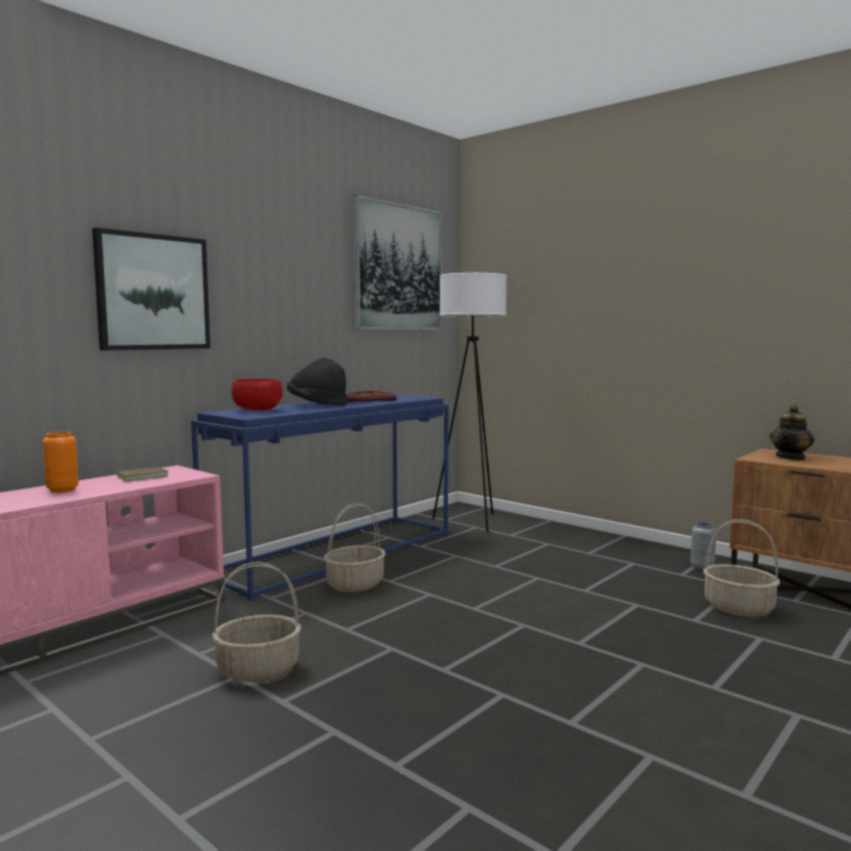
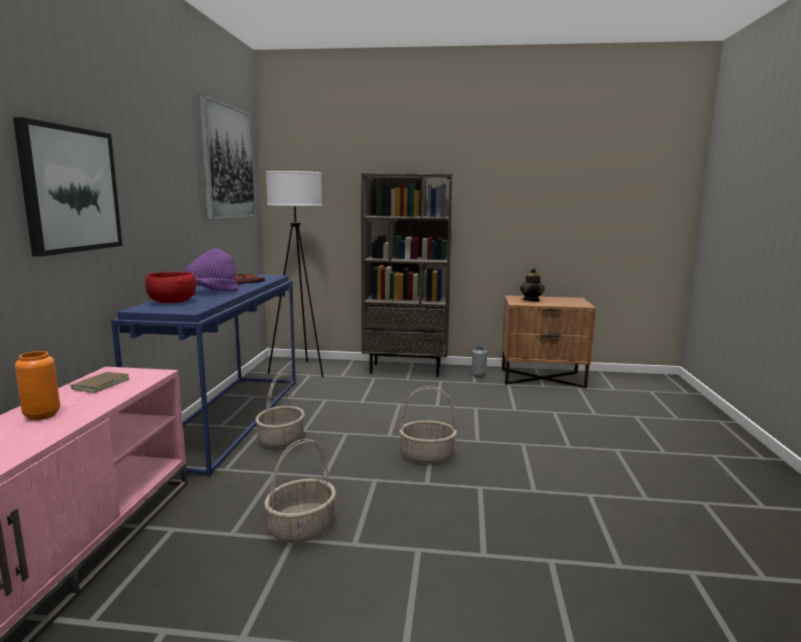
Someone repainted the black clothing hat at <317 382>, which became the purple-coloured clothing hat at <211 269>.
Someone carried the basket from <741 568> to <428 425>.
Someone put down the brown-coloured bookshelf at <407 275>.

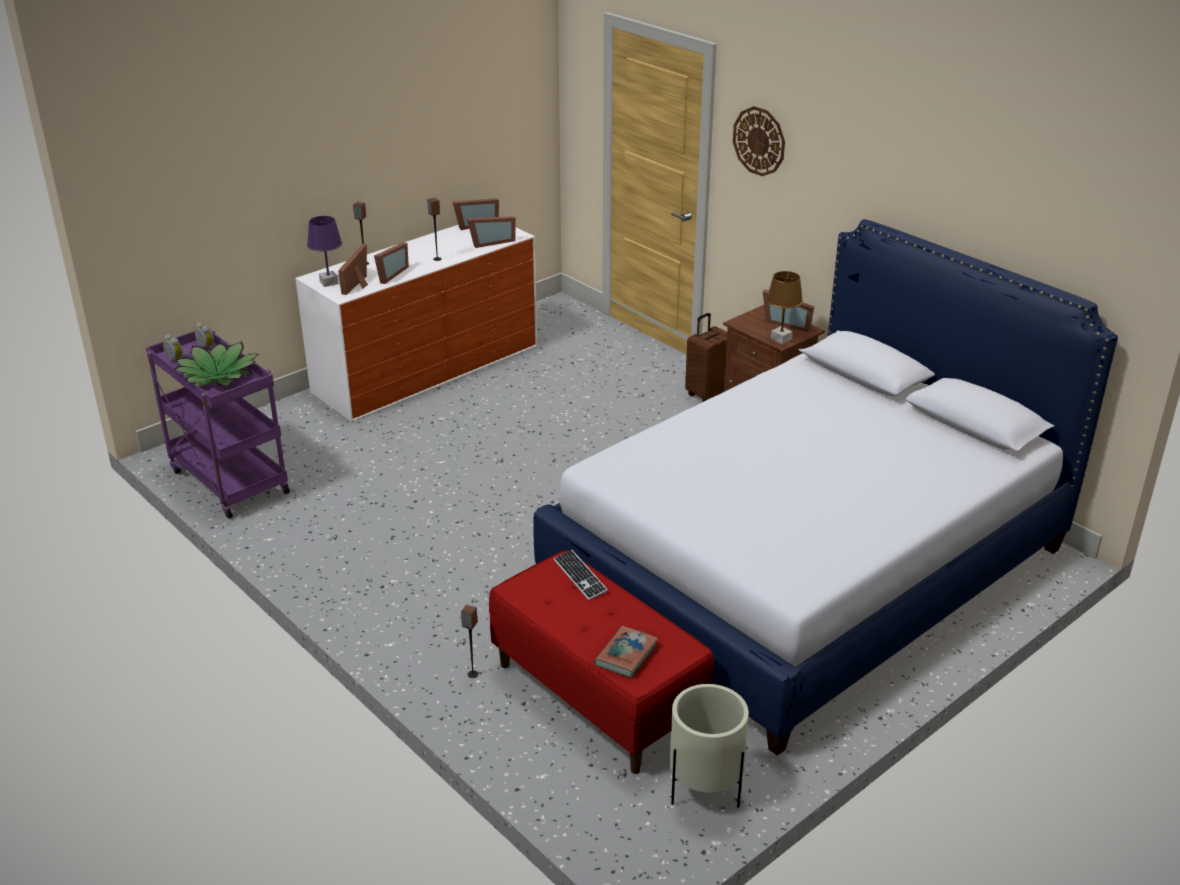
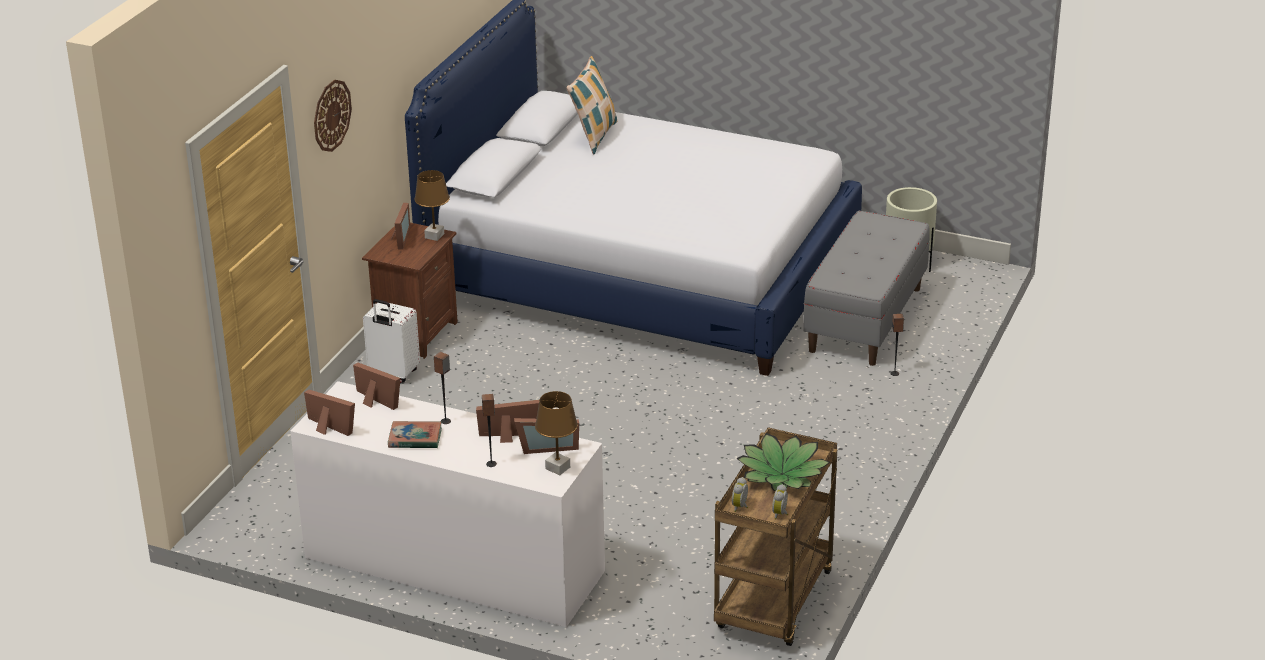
Someone repainted the purple-coloured table lamp at <324 251>, which became the brown-coloured table lamp at <556 433>.
Someone repainted the brown-coloured suitcase at <706 357>, which became the white suitcase at <391 341>.
Someone repainted the purple-coloured wheeled cart at <218 424>, which became the brown-coloured wheeled cart at <775 536>.
Someone repainted the reddish bench at <601 662>, which became the gray bench at <866 288>.
Someone took away the computer keyboard at <580 575>.
Someone carried the book from <626 652> to <415 434>.
Someone put down the pillow at <591 105>.

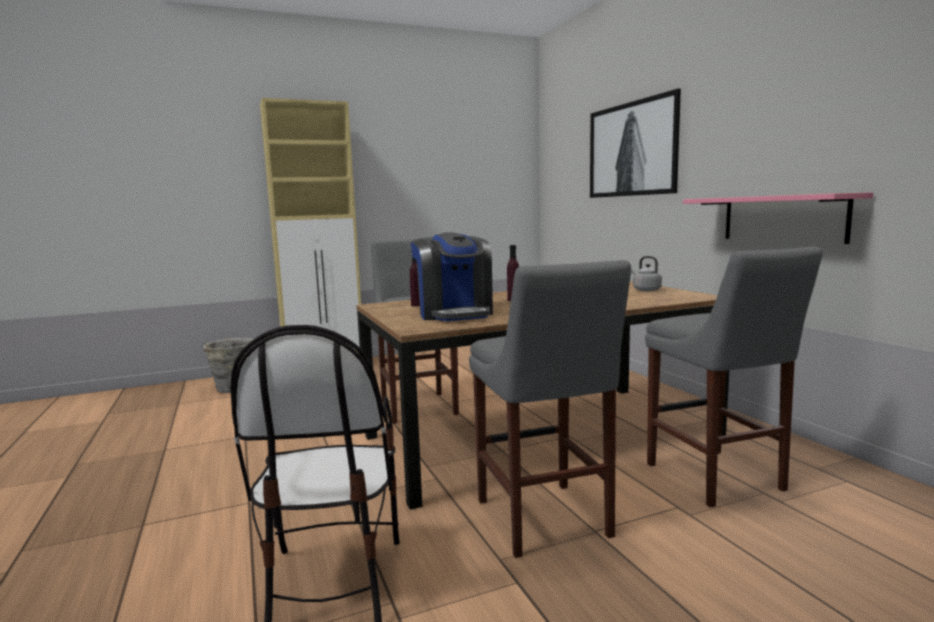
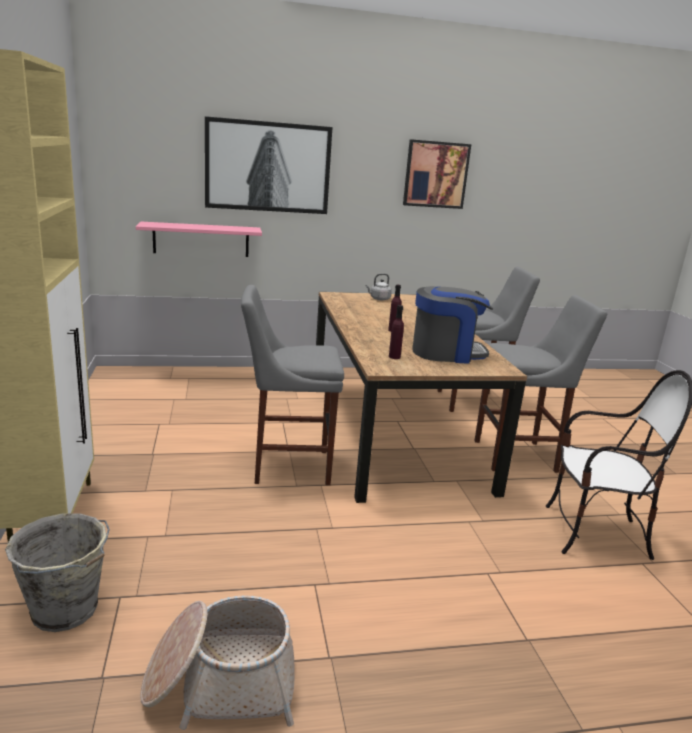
Someone carried the pink shelf from <778 218> to <199 239>.
Someone put up the wall art at <437 174>.
Someone put down the basket at <217 662>.

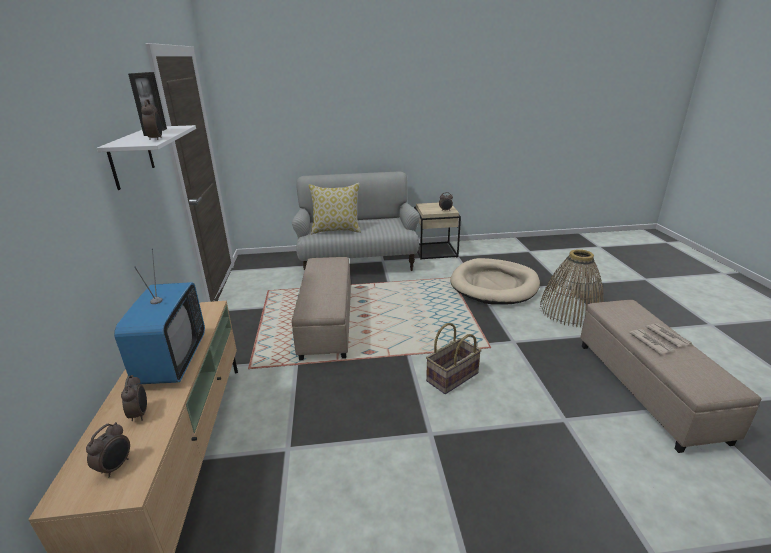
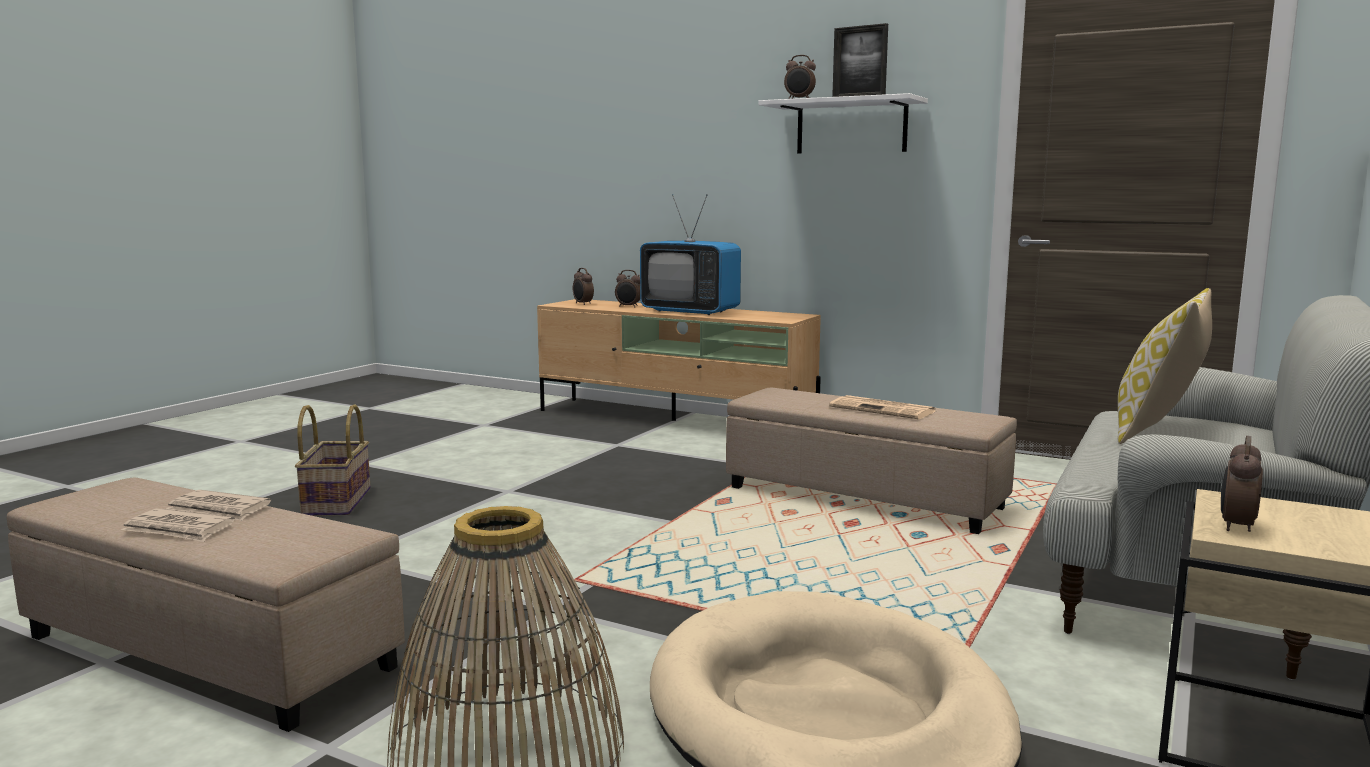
Someone carried the basket from <453 358> to <332 460>.
Someone put down the printed paper at <882 407>.

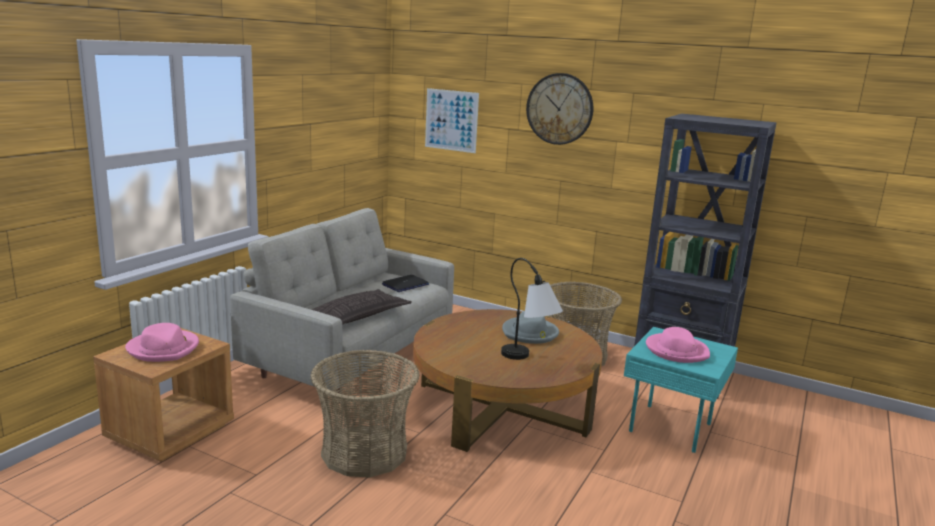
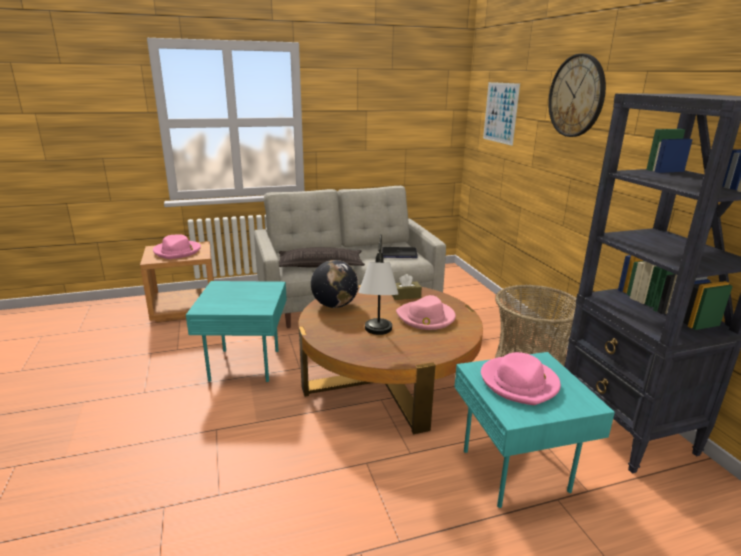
Someone repainted the gray clothing hat at <530 327>, which became the pink clothing hat at <426 312>.
Someone swapped the basket at <365 413> for the turquoise-coloured side table at <236 331>.
Someone put down the desk globe at <335 284>.
Someone put down the brown-coloured tissue box at <407 287>.

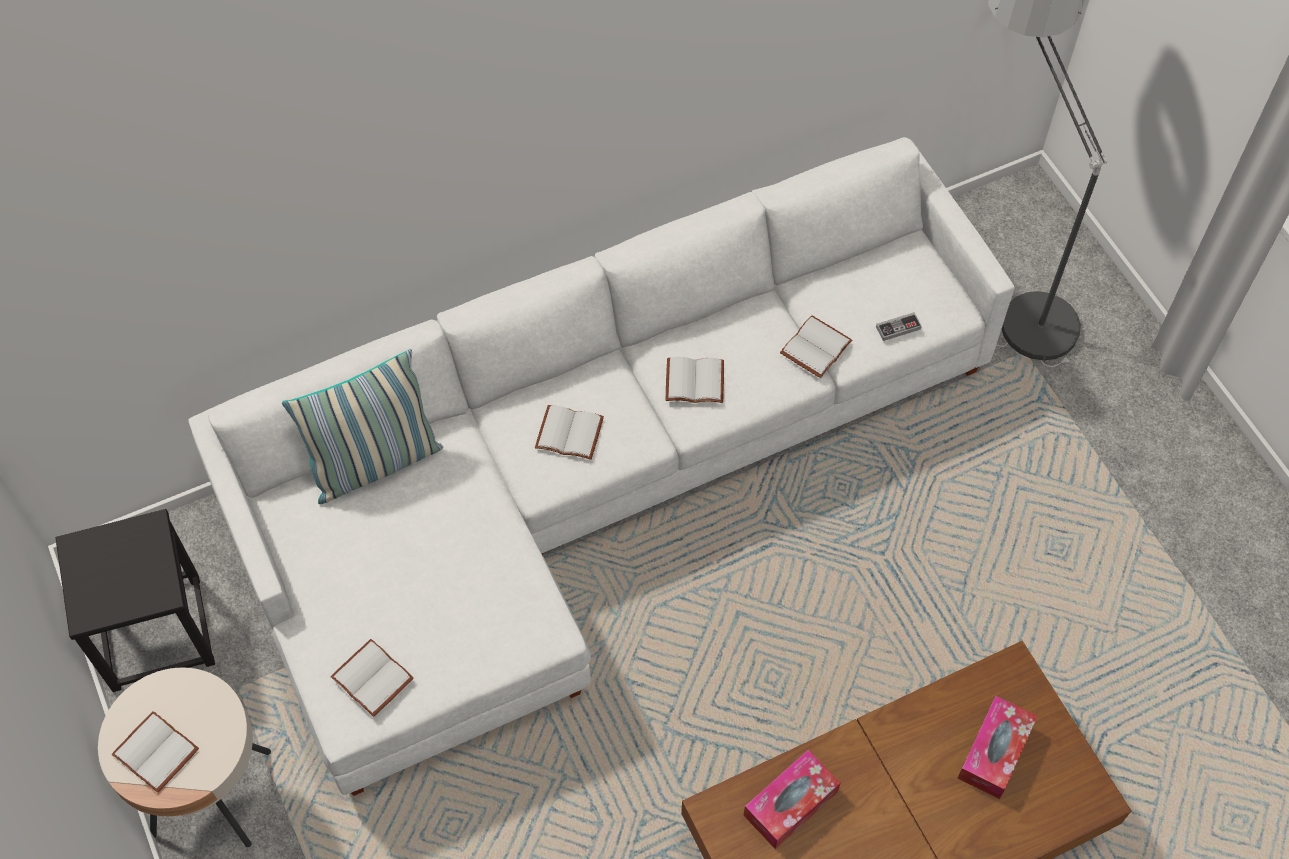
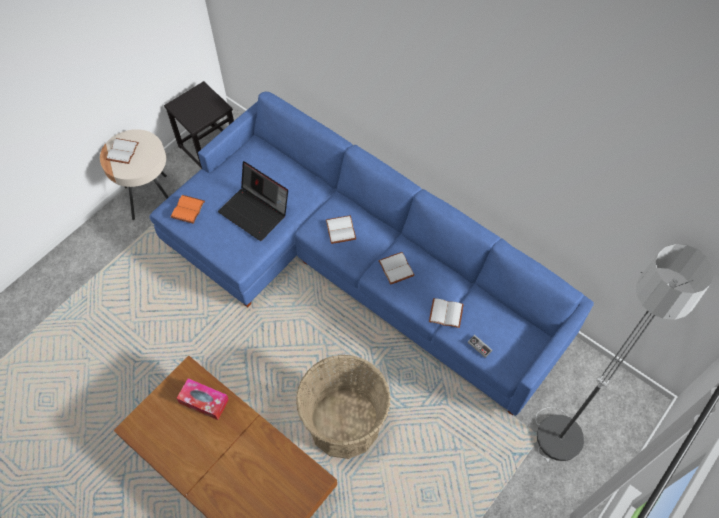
Someone repainted the white couch at <601 466>, which became the blue couch at <371 253>.
Someone took away the pillow at <362 426>.
Someone repainted the white book at <372 678>, which became the orangey book at <188 209>.
Someone took away the tissue box at <997 747>.
Someone put down the notebook computer at <253 201>.
Someone put down the basket at <343 407>.

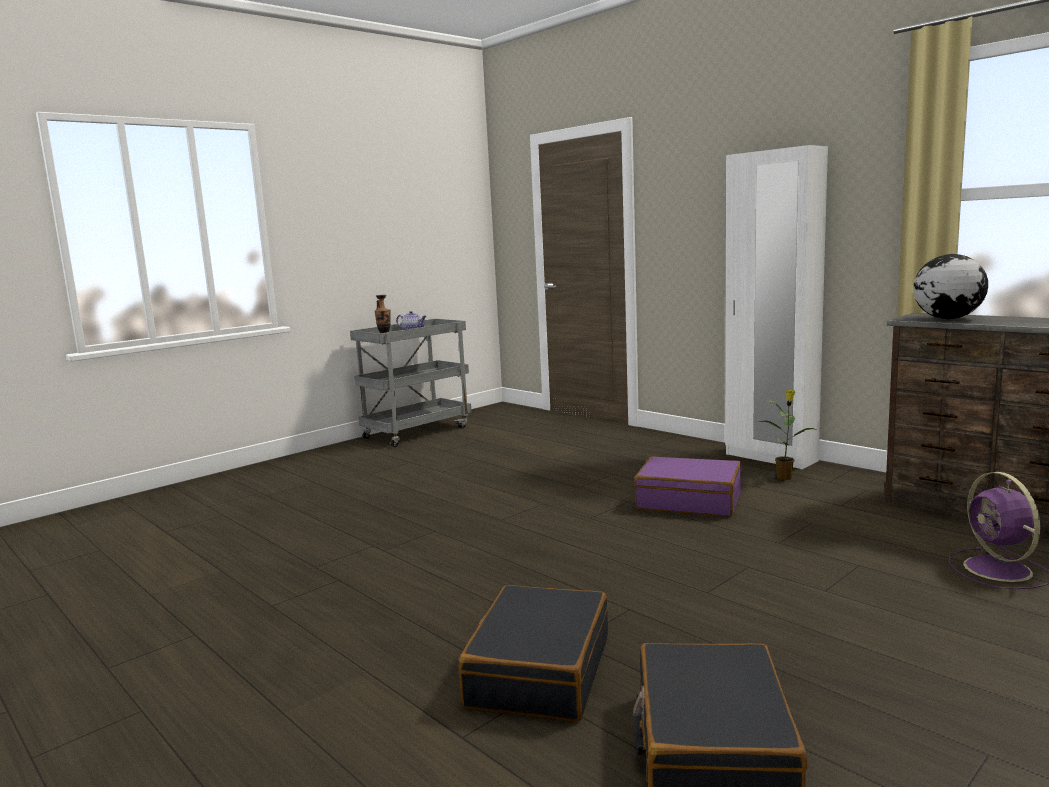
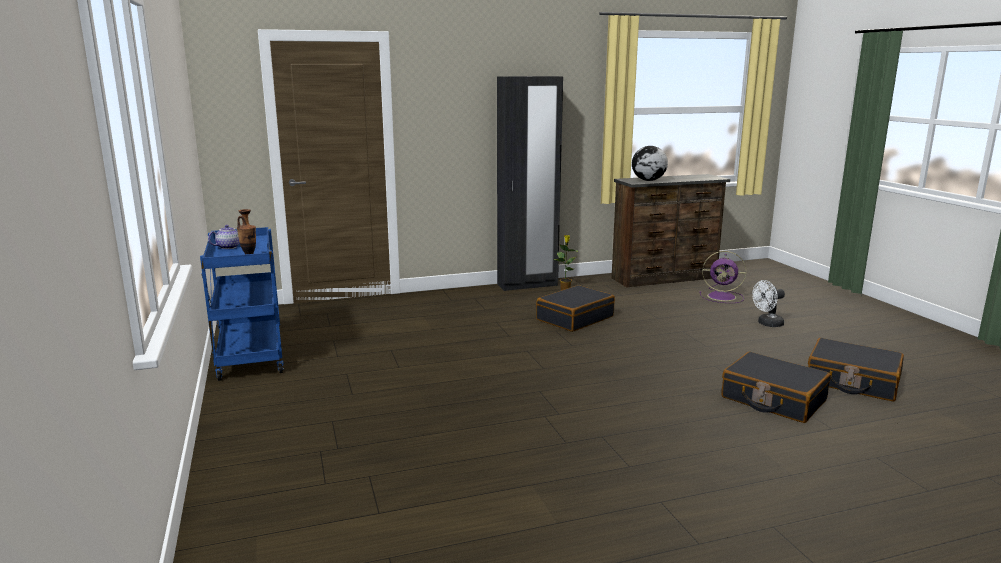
Someone repainted the white clothes cupboard at <776 307>, which became the black clothes cupboard at <530 183>.
Someone repainted the gray wheeled cart at <410 383>, which became the blue wheeled cart at <242 304>.
Someone repainted the purple-coloured suitcase at <688 486>, which became the black suitcase at <575 308>.
Someone put down the white electric fan at <768 303>.

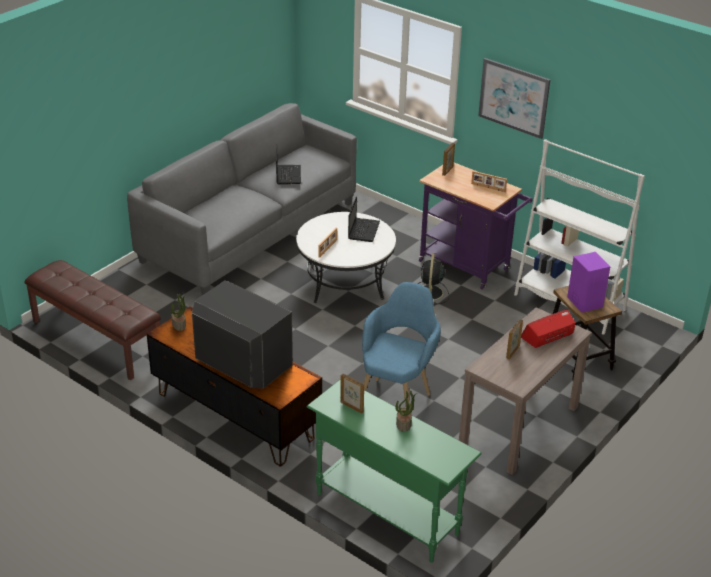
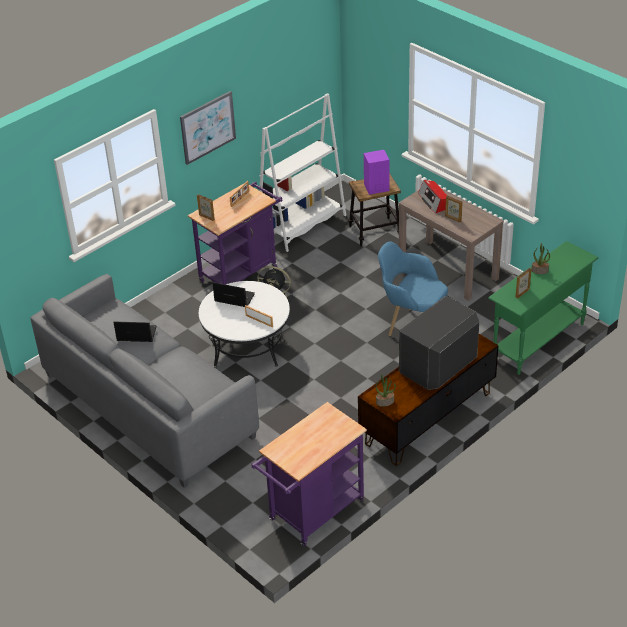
Someone swapped the brown-coloured bench at <92 320> for the purple-coloured wheeled cart at <309 474>.

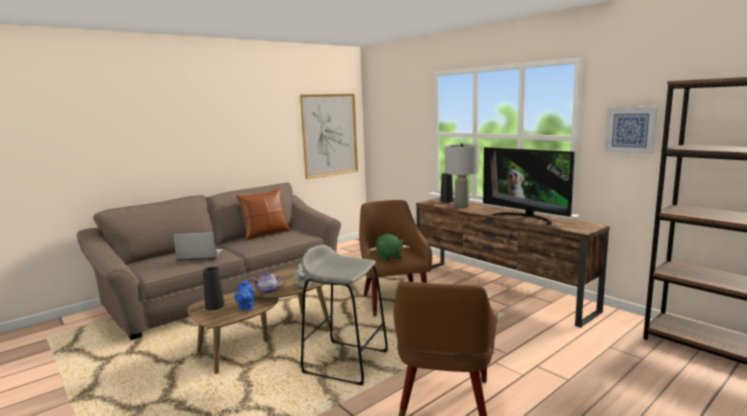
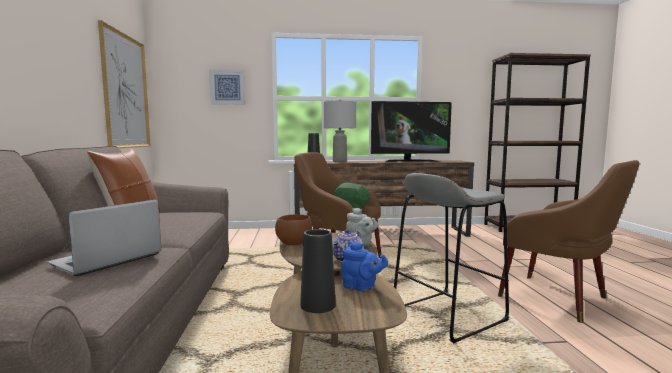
Someone carried the wall art from <631 130> to <227 87>.
Someone put down the brown-coloured serving bowl at <293 229>.

